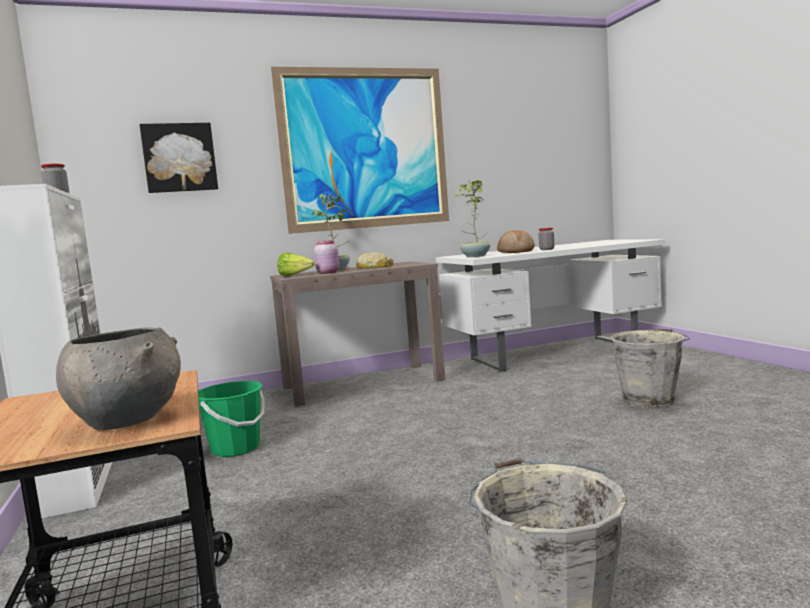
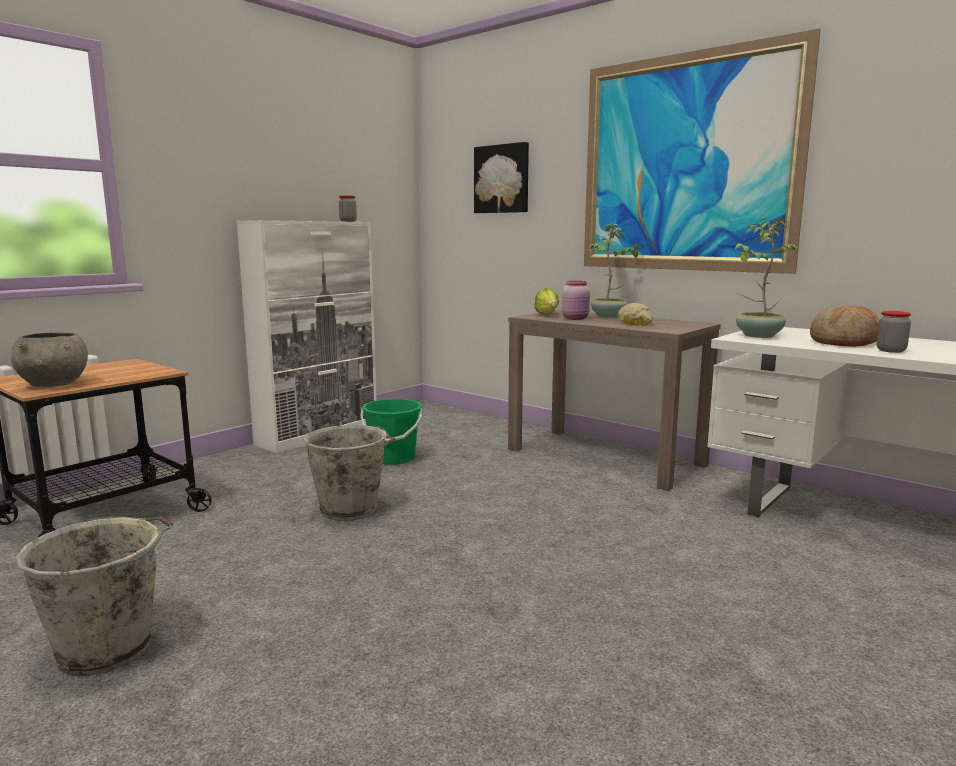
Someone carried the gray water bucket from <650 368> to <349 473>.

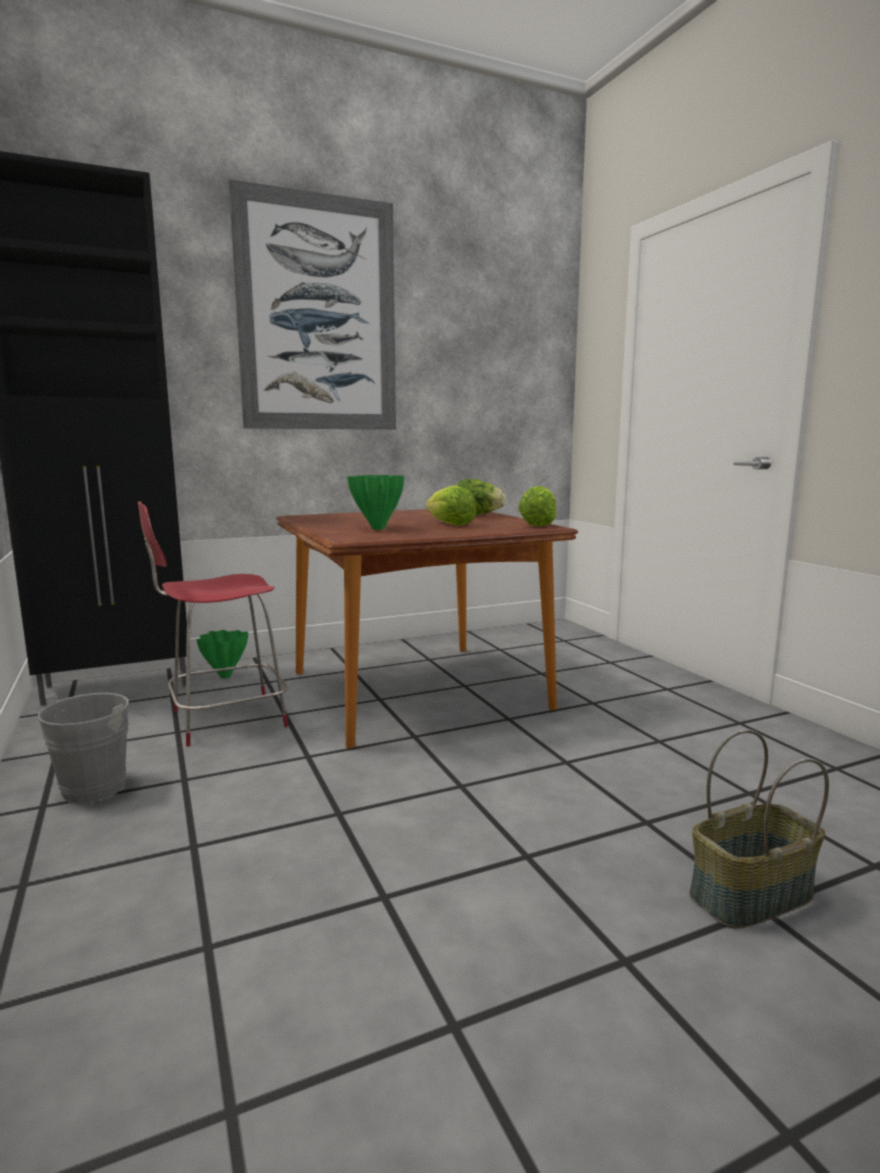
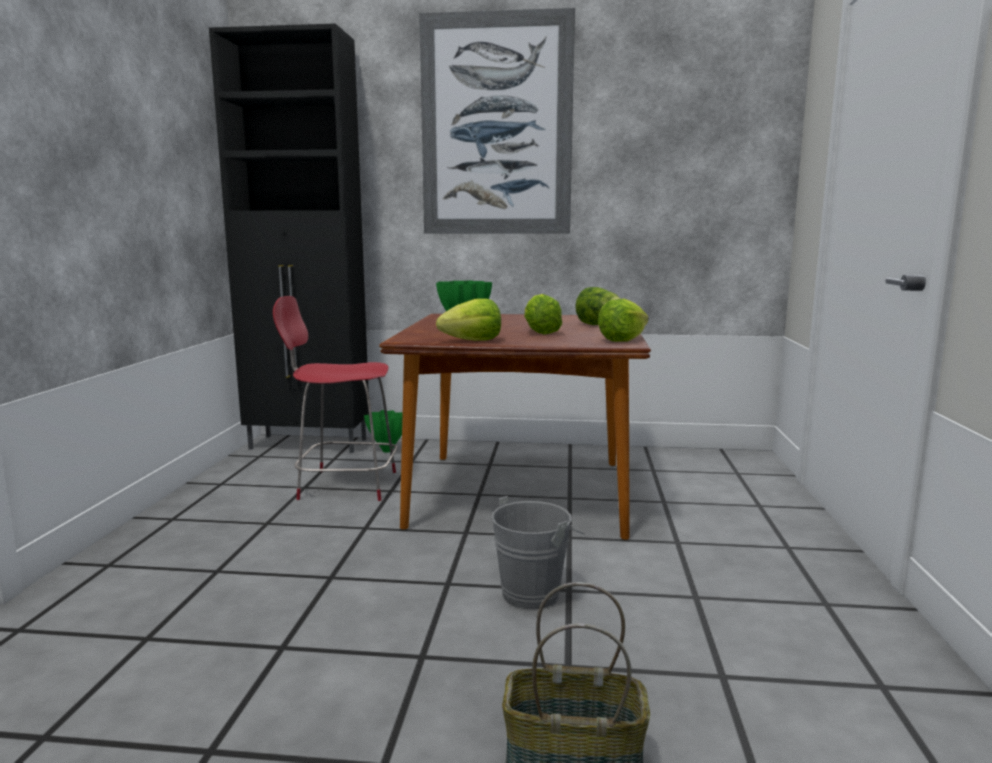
Someone carried the gray water bucket from <91 748> to <538 553>.
Someone put down the head of lettuce at <468 319>.

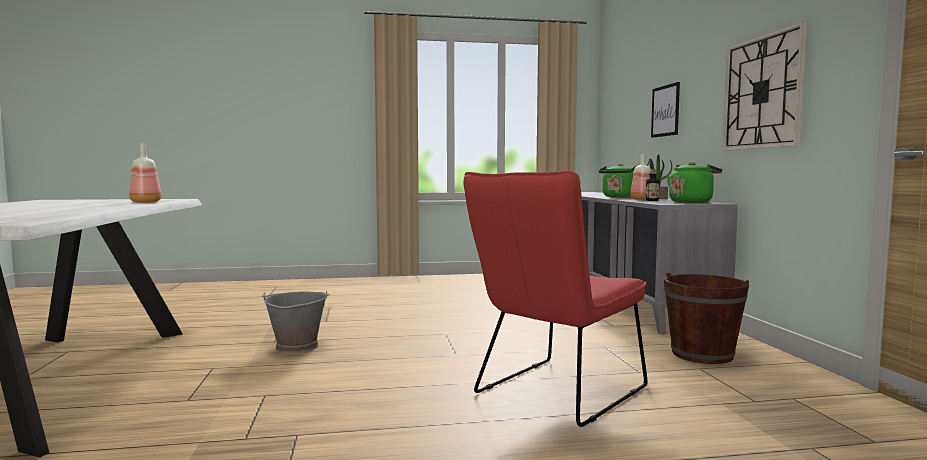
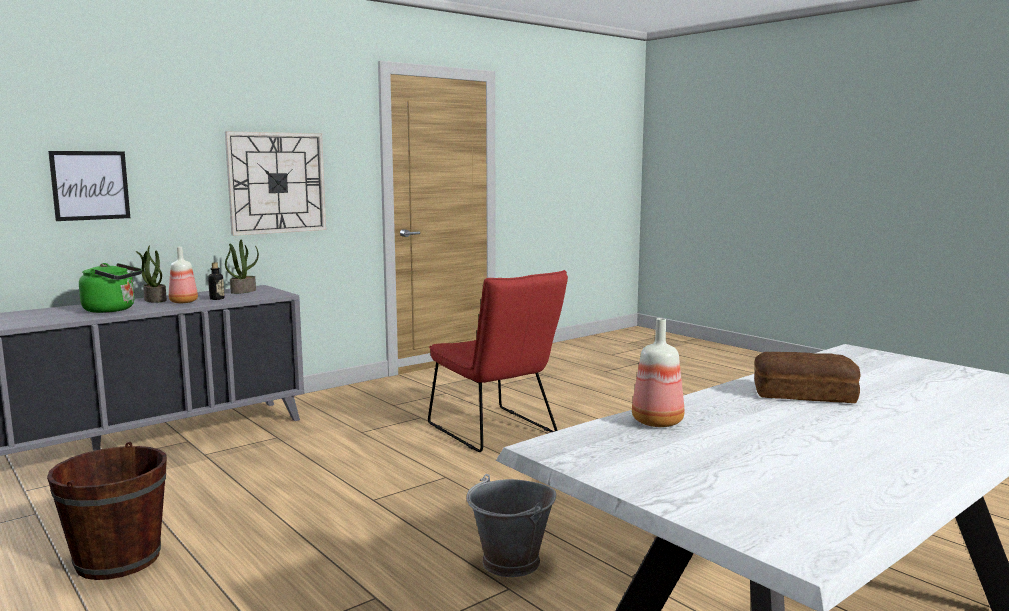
Someone swapped the green-coloured water kettle at <694 182> for the plant in a pot at <242 267>.
Someone rotated the reddish chair at <555 299> by 45 degrees clockwise.
Someone carried the brown-coloured water bucket from <706 318> to <107 511>.
Someone put down the bakery bread at <807 377>.

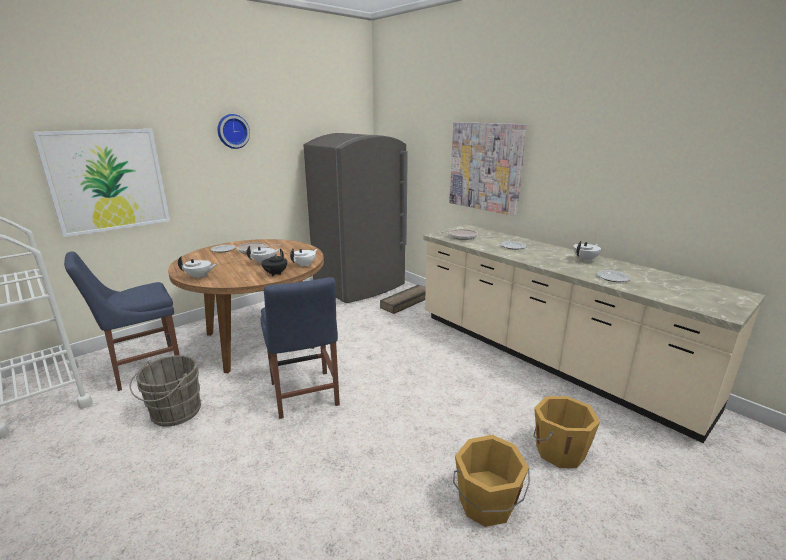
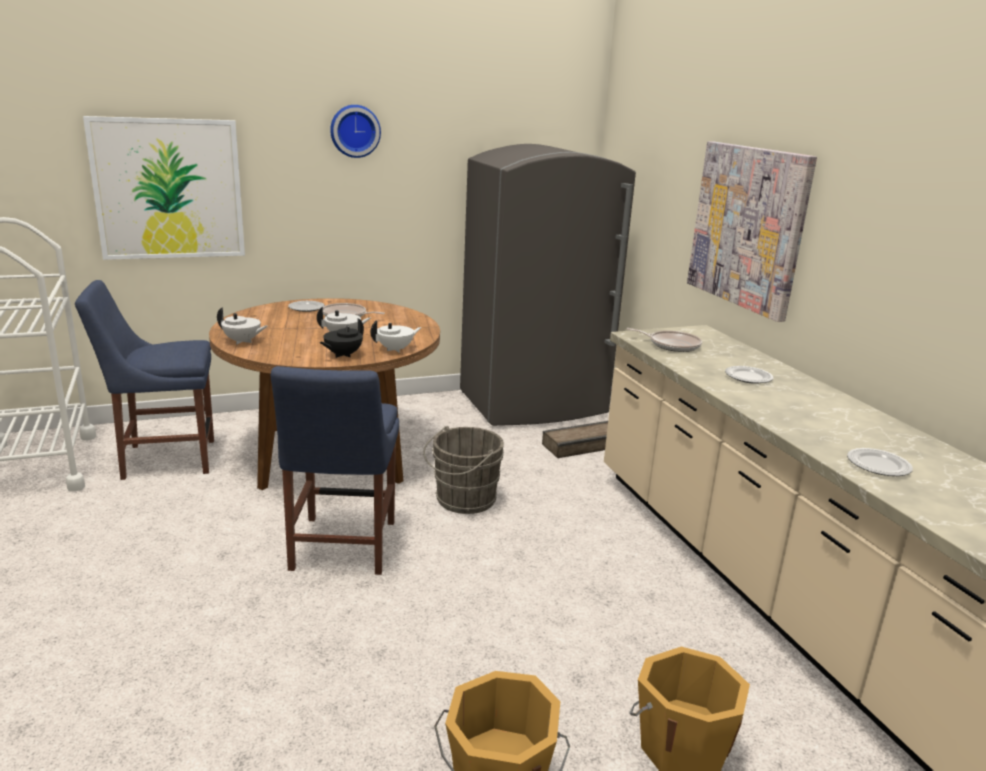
Someone took away the white pot for tea at <587 251>.
Someone carried the gray water bucket from <165 391> to <463 470>.

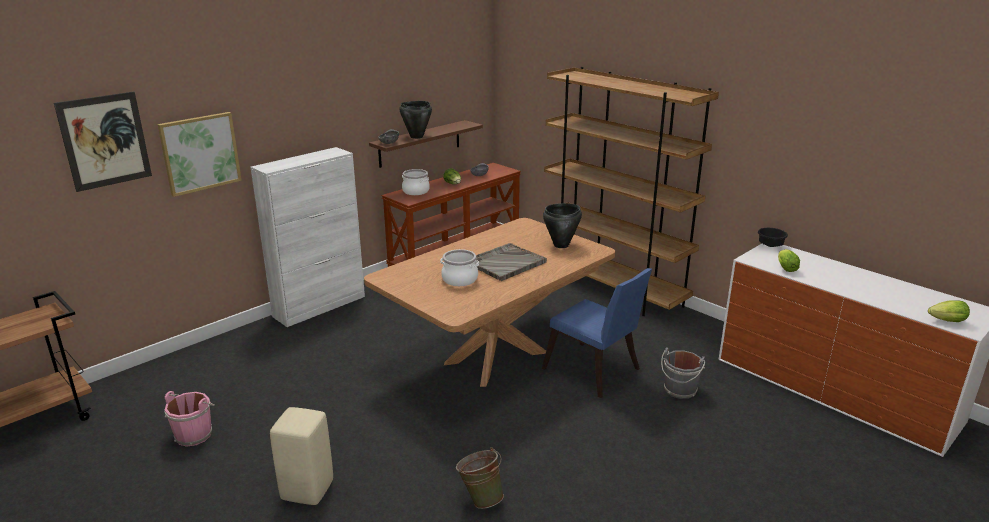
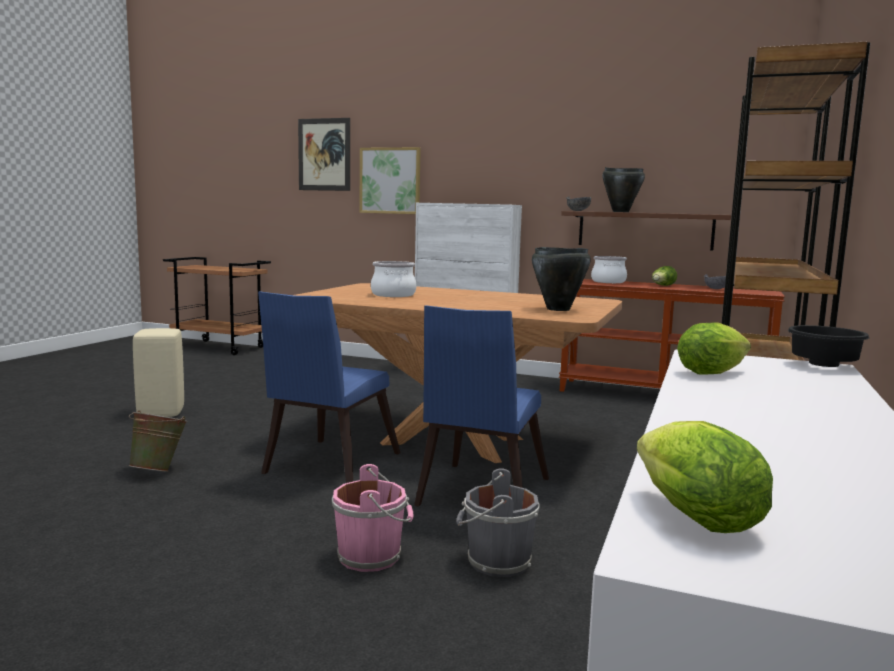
Someone took away the gray serving tray at <511 262>.
Someone carried the pink water bucket from <190 419> to <373 518>.
Someone put down the blue chair at <329 387>.

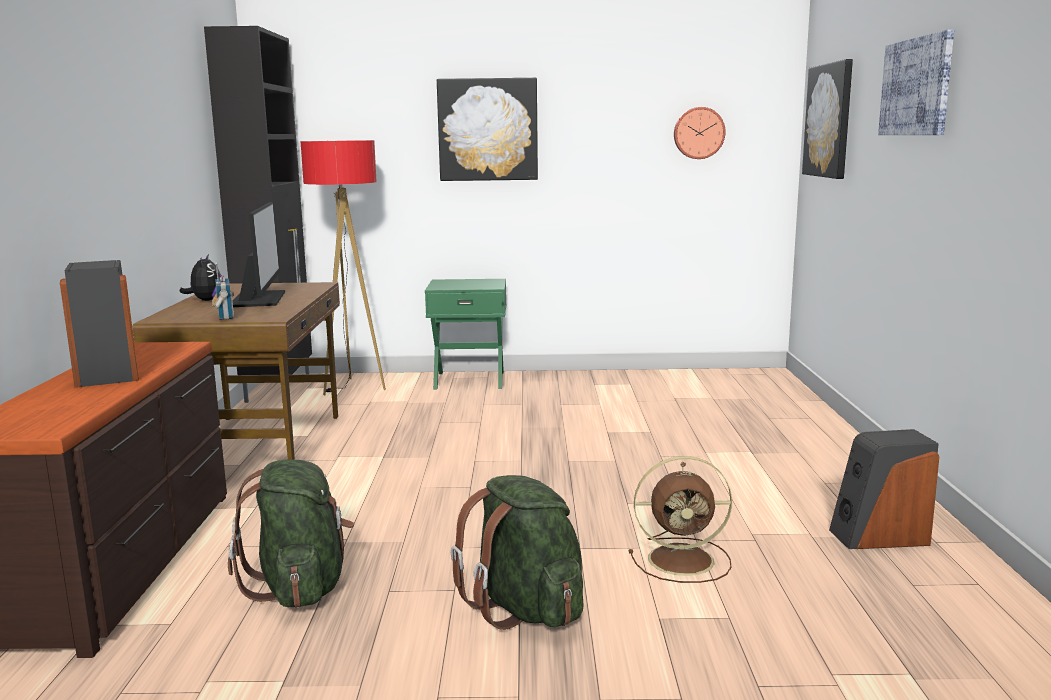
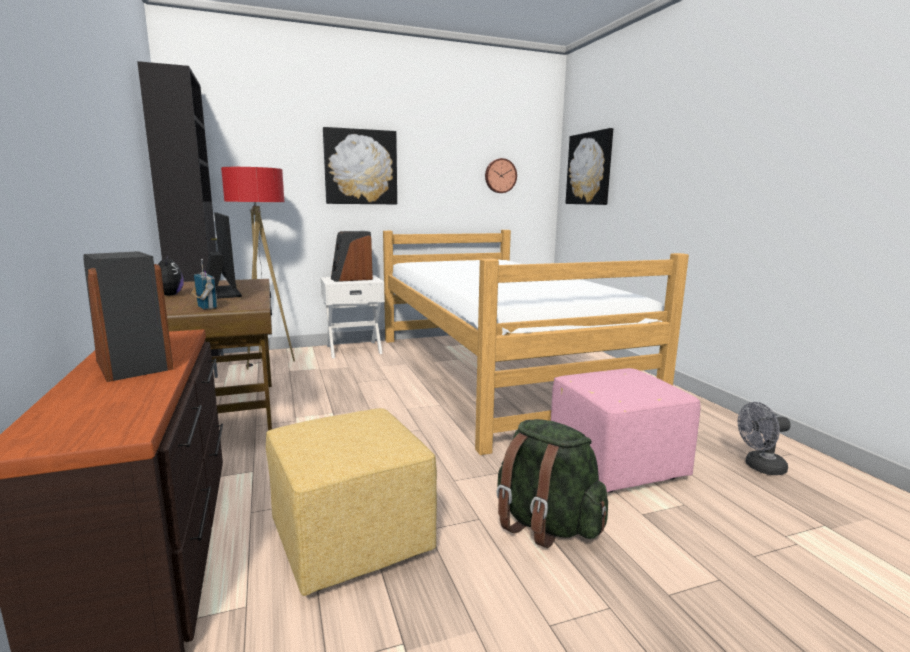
Someone took away the wall art at <916 82>.
Someone repainted the green-coloured bedside table at <465 334>, which became the white bedside table at <352 316>.
Someone carried the audio speaker from <884 489> to <352 256>.
Someone swapped the brown-coloured electric fan at <680 519> for the pink pouffe at <625 430>.
Someone swapped the green-coloured backpack at <291 533> for the yellow pouffe at <351 502>.
Someone put down the sleeping bed at <536 342>.
Someone put down the gray electric fan at <764 438>.

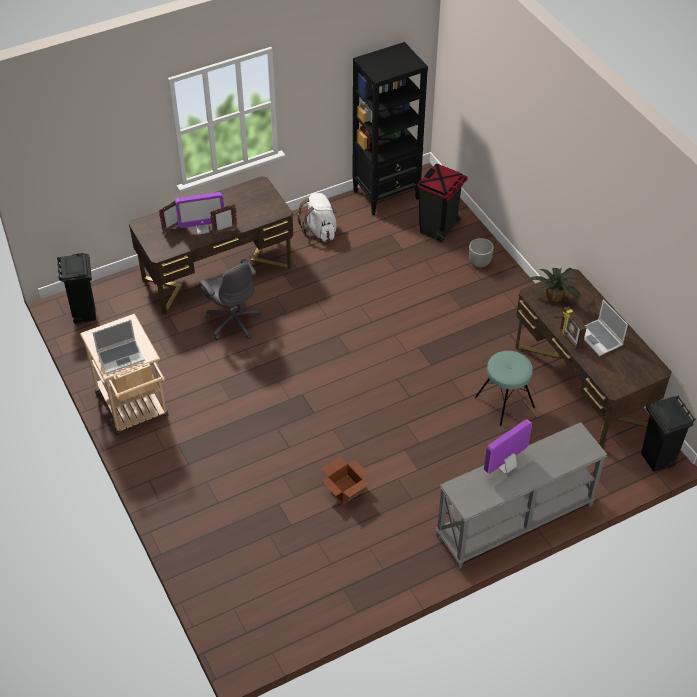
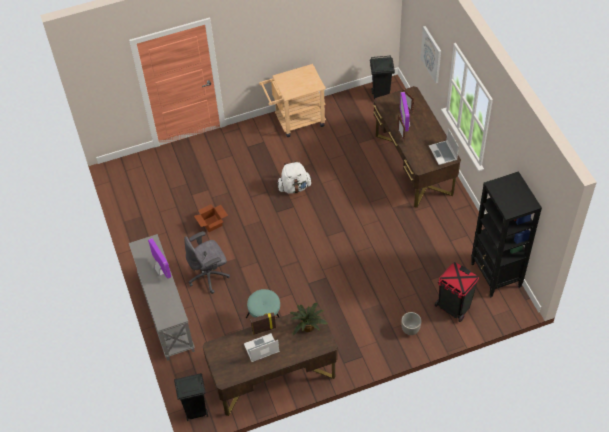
Someone carried the white backpack from <317 217> to <294 177>.
Someone carried the gray office chair from <230 300> to <207 262>.
Someone carried the notebook computer from <118 347> to <444 146>.
Someone put up the wall art at <431 54>.

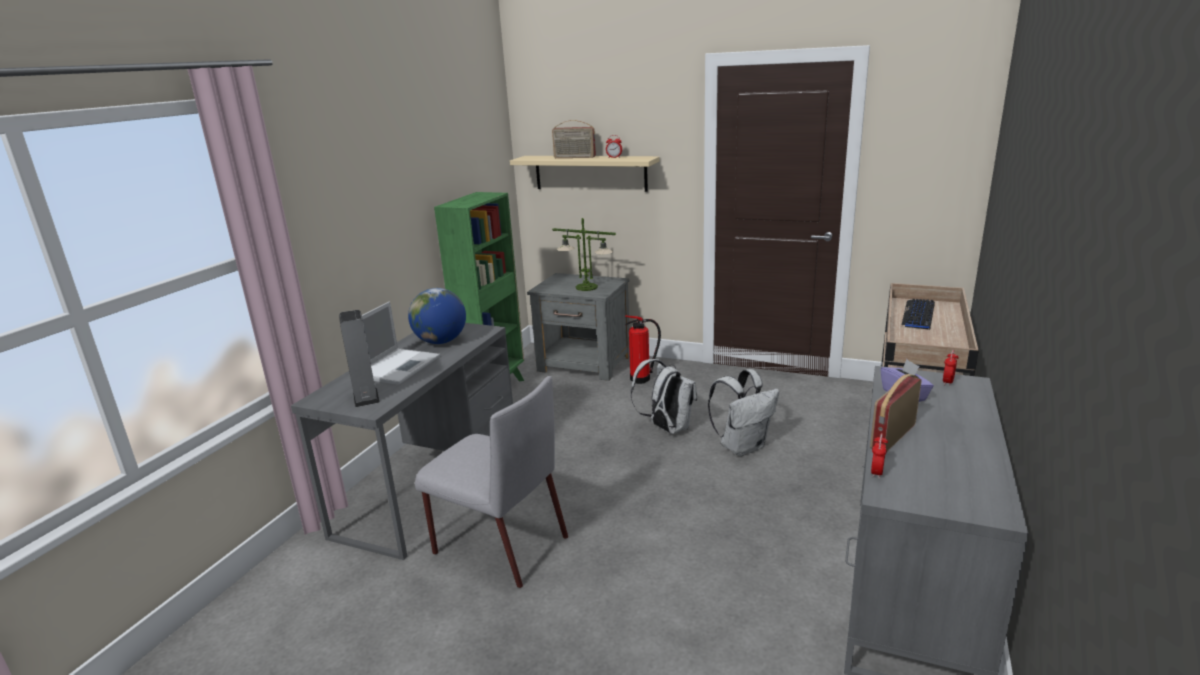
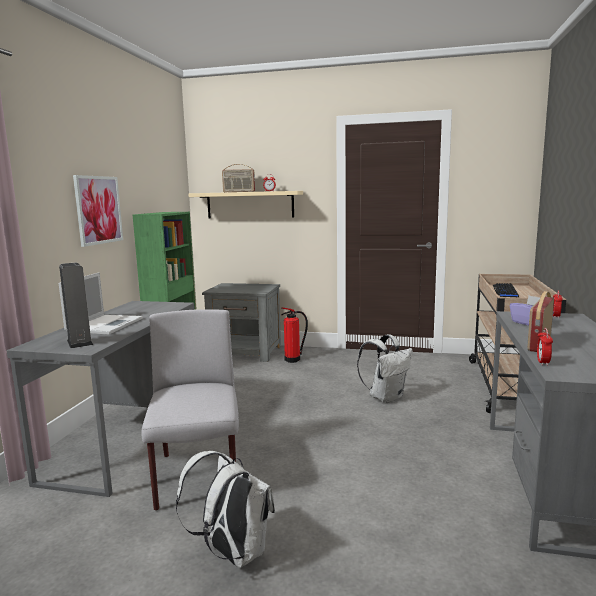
Someone took away the table lamp at <584 254>.
Someone took away the desk globe at <437 316>.
Someone carried the white backpack from <664 396> to <225 509>.
Someone rotated the gray chair at <491 482> by 120 degrees counterclockwise.
Someone put up the wall art at <98 211>.

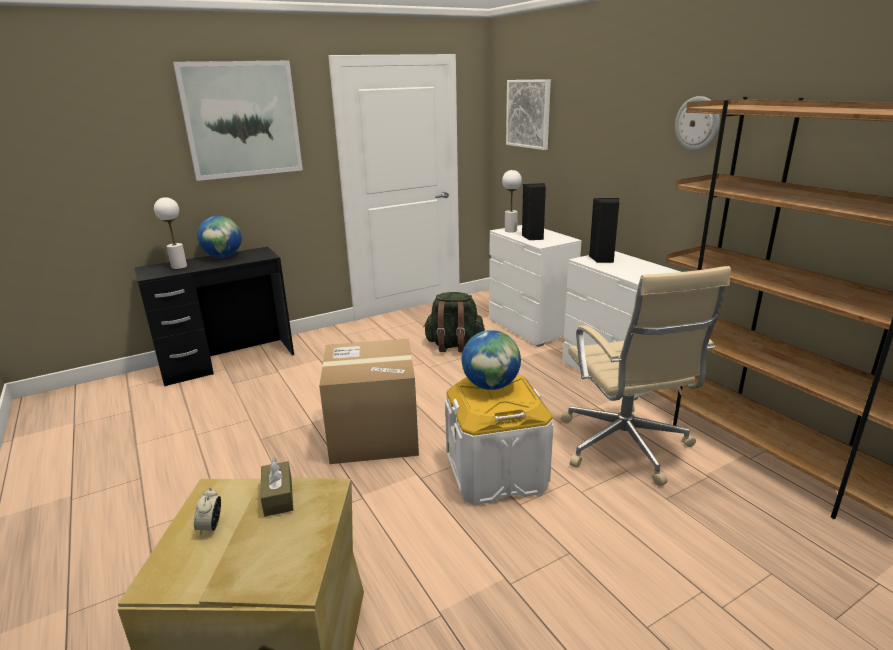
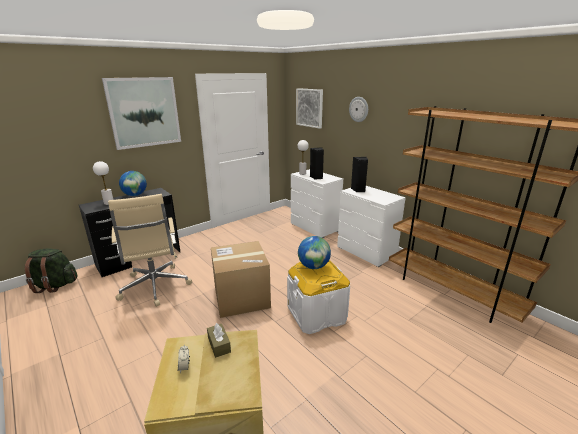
Someone carried the clock on the wall from <697 123> to <358 109>.
Someone carried the beige-coloured office chair from <646 376> to <150 250>.
Someone carried the green-coloured backpack from <454 322> to <51 271>.

